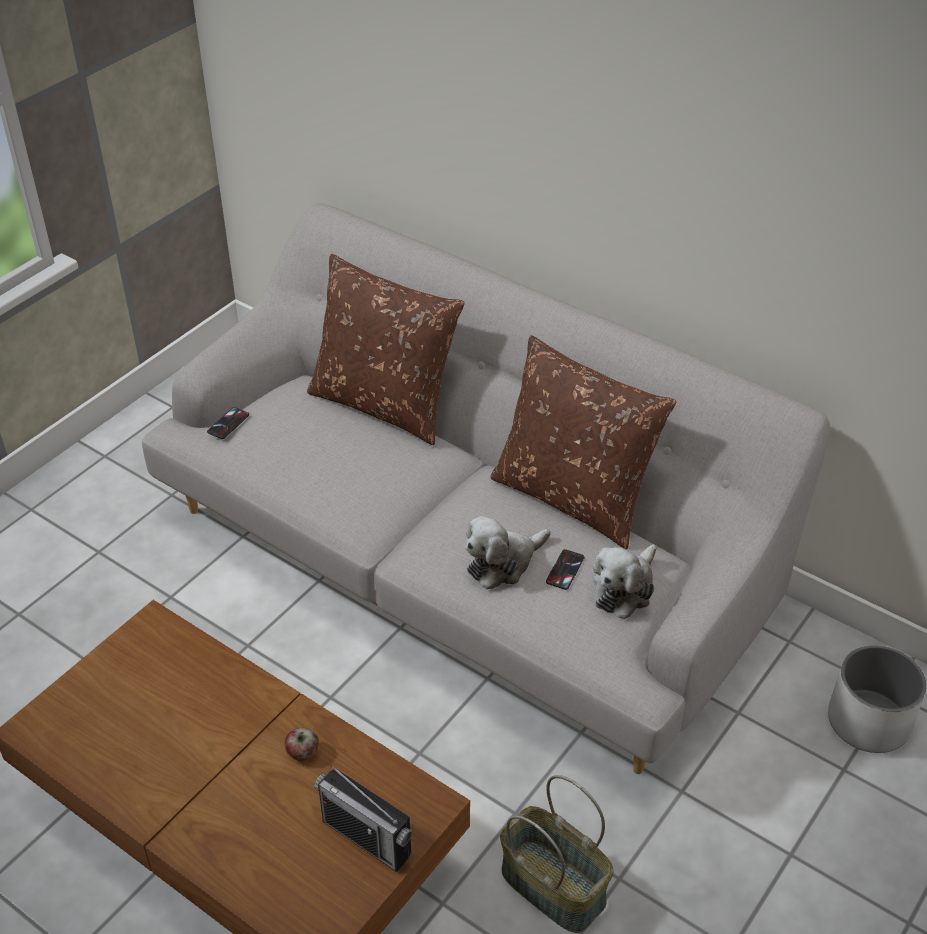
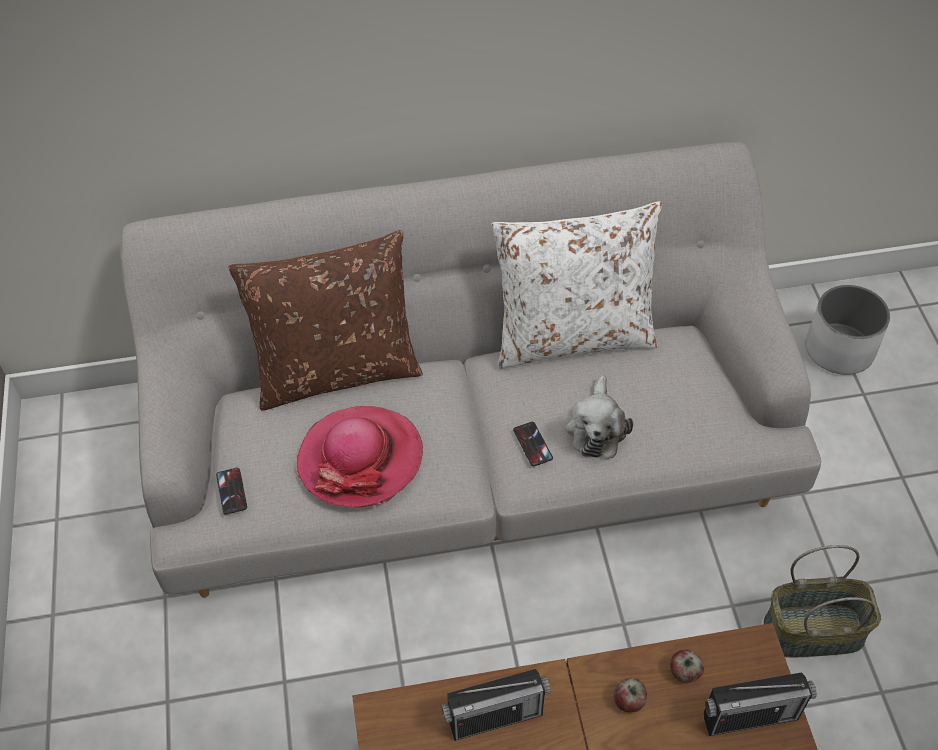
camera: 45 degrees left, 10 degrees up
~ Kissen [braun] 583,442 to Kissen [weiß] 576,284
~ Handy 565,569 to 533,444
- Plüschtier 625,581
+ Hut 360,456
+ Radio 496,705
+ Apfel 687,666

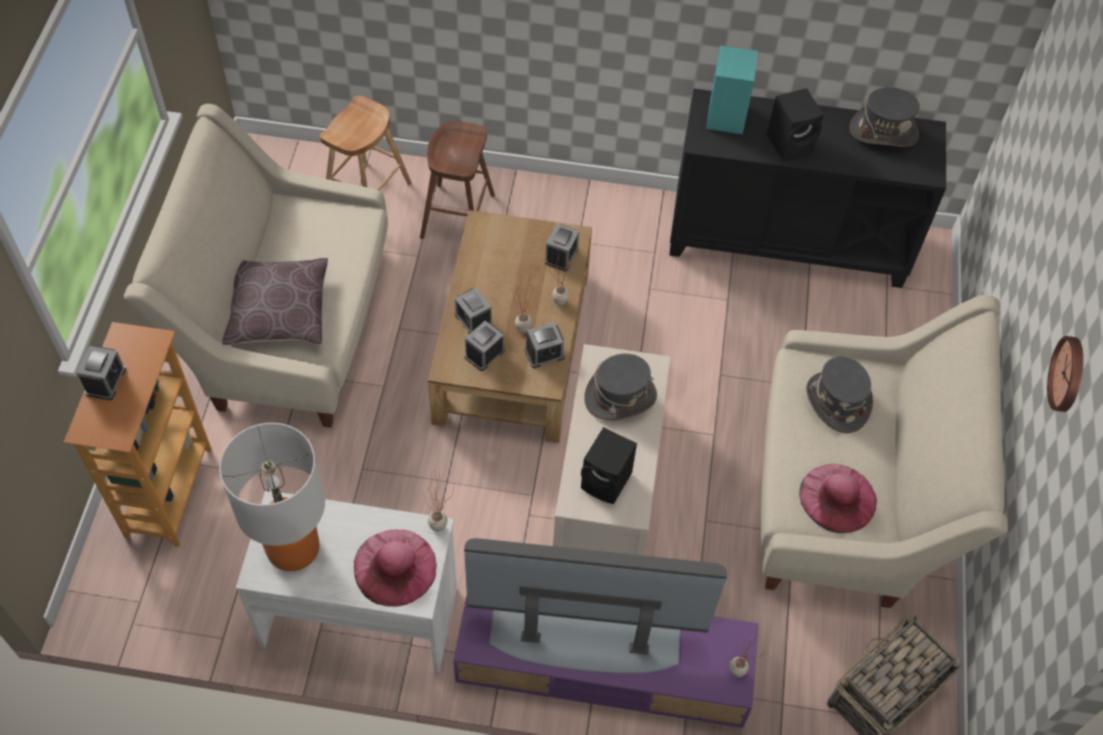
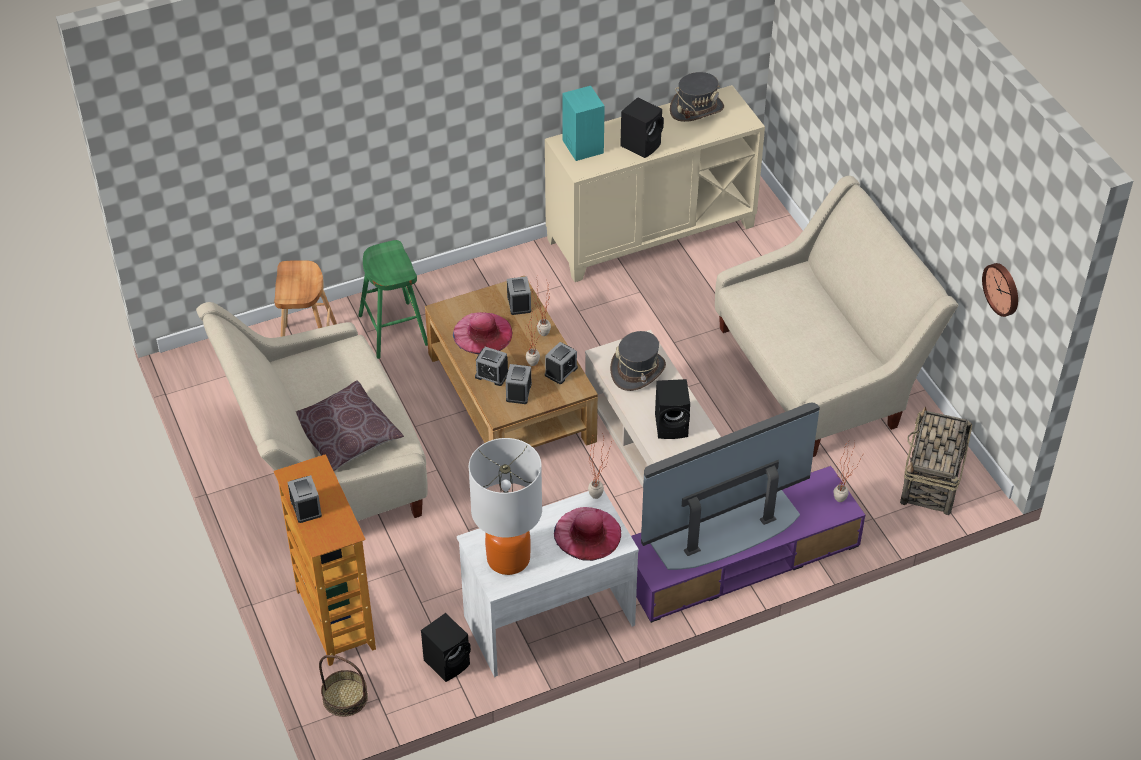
camera: 30 degrees left, 10 degrees down
~ Hocker [braun] 457,180 to Hocker [grün] 393,299
~ Schrank [schwarz] 808,188 to Schrank [beige] 655,183
~ Hut [rosa] 838,498 to 482,333
- Hut [grau] 839,395
~ Wanduhr 1065,374 to 1000,290
+ Korb 343,686
+ Lautsprecher [schwarz] 446,647

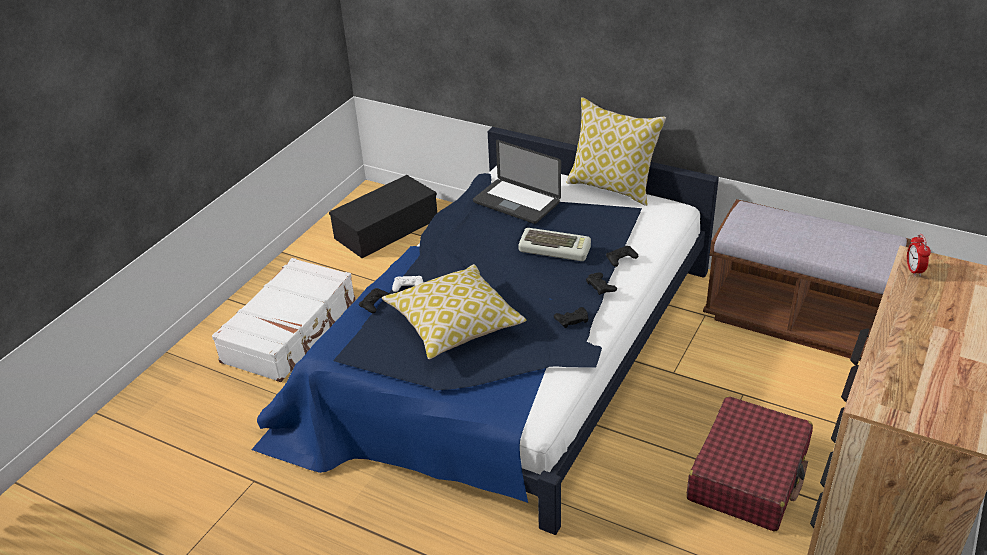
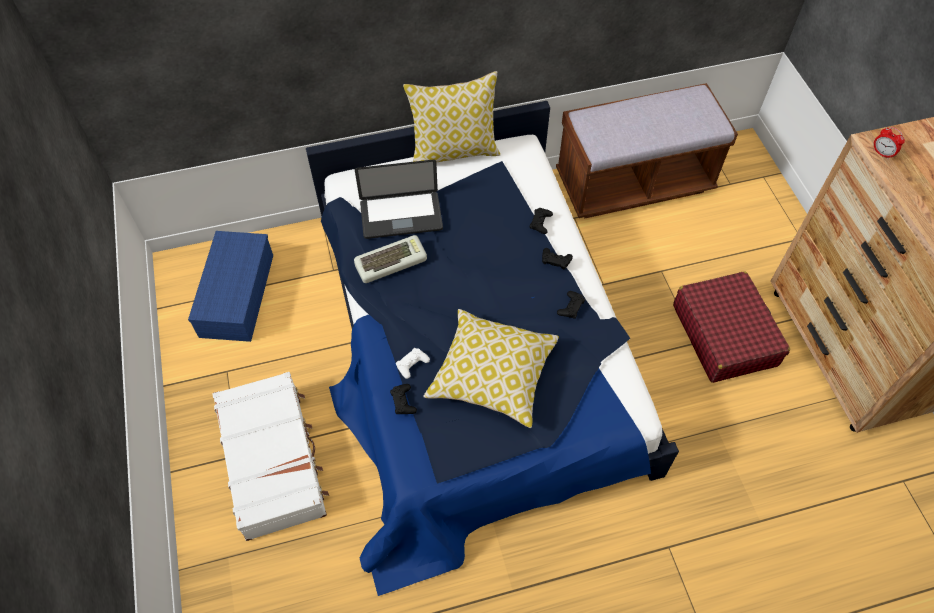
camera: 45 degrees left, 20 degrees up
~ Aufbewahrungsbox [schwarz] 383,216 to Aufbewahrungsbox [blau] 230,286
~ Tastatur 554,244 to 390,259

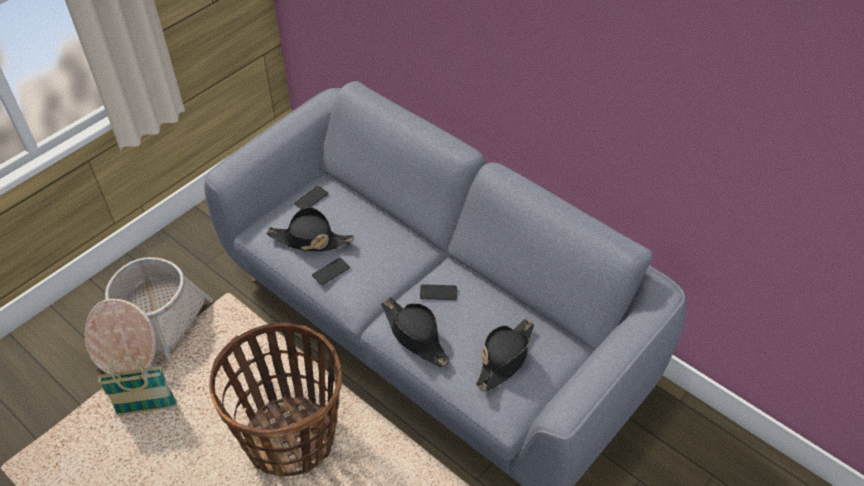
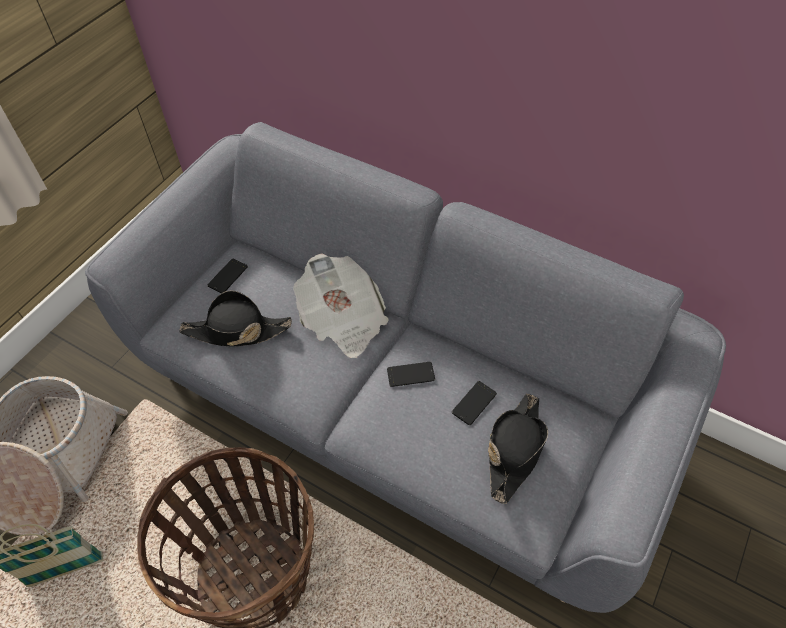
camera: 10 degrees left, 5 degrees up
~ Handy 331,271 to 474,403
- Hut [schwarz] 415,332
+ Zeitung 341,306

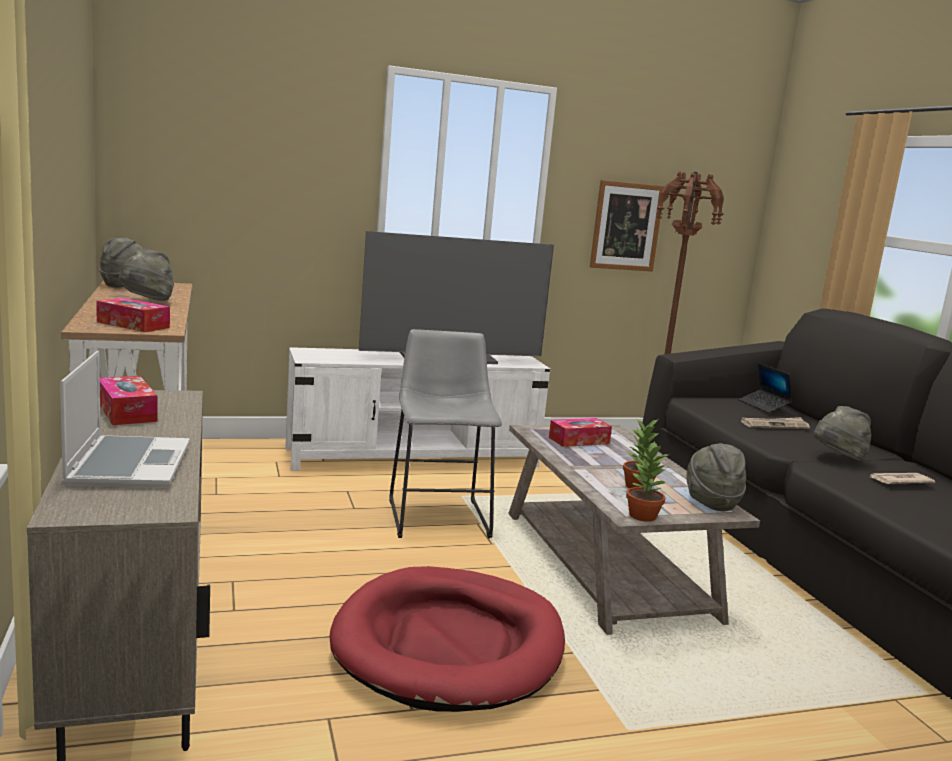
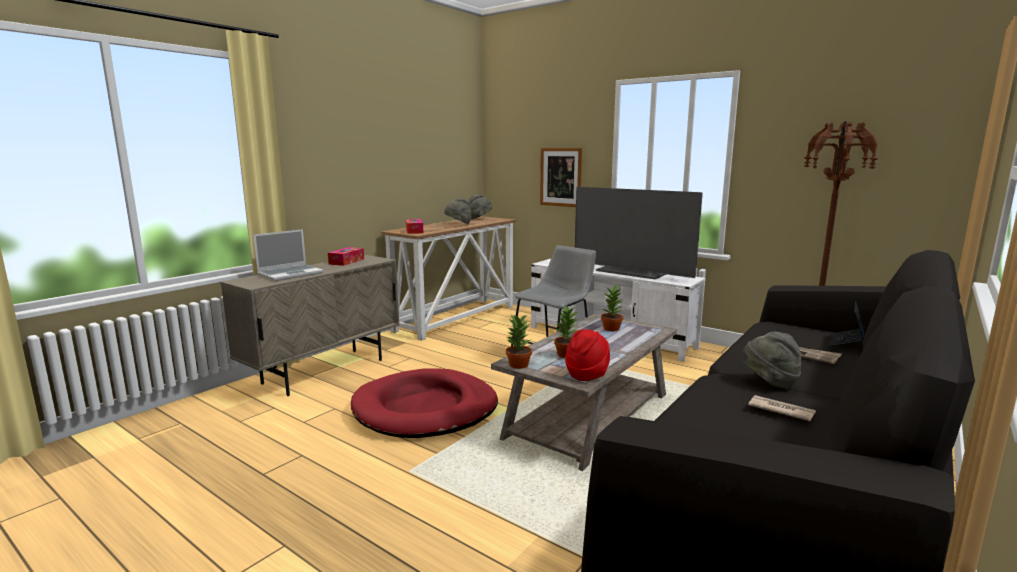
camera: 55 degrees right, 0 degrees up
~ Taschentuchbox 580,432 to Topfpflanze 612,307
~ Bild 627,225 to 561,177
~ Hut [grau] 716,477 to Hut [rot] 587,355

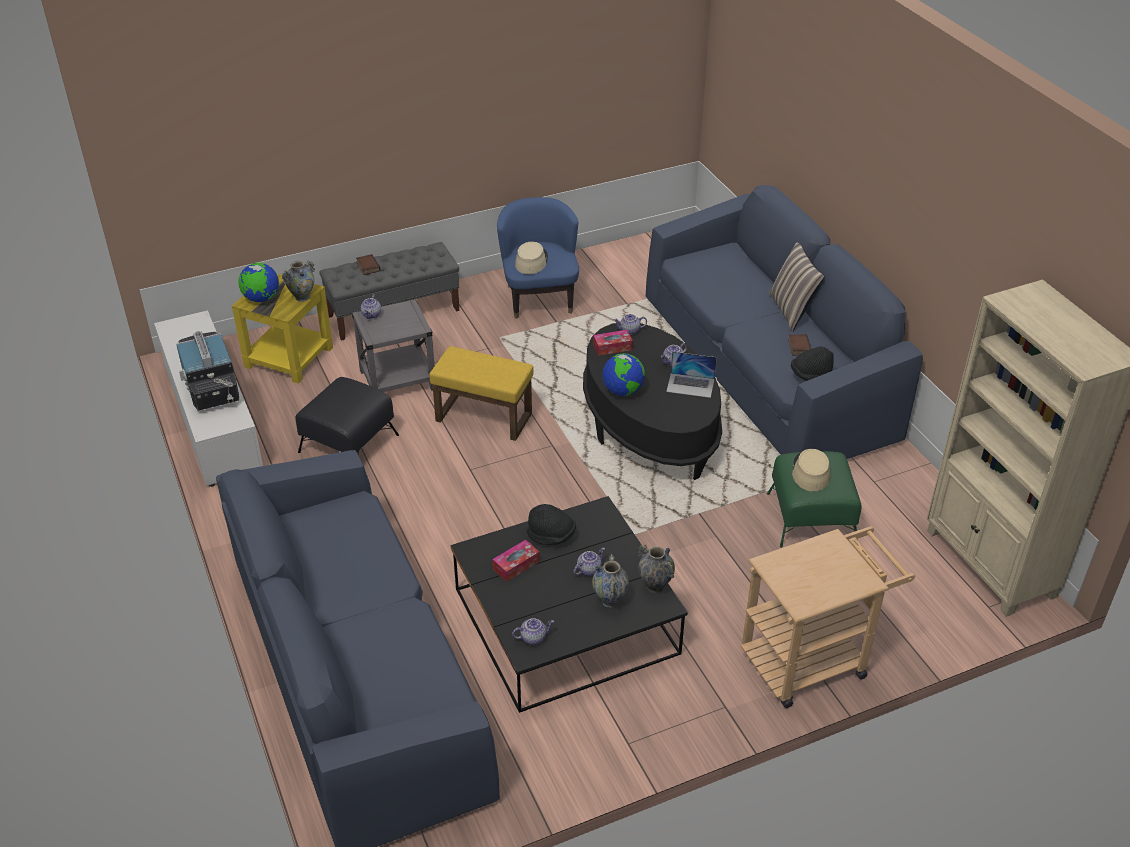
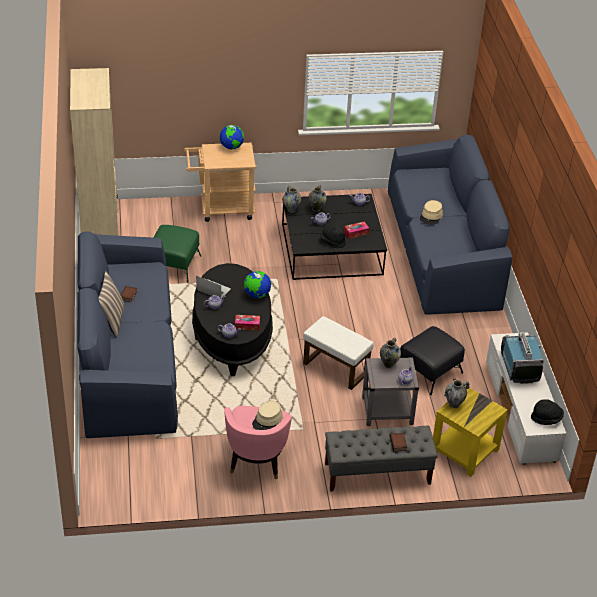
camera: 165 degrees left, 0 degrees up
~ Globus 258,282 to 232,137
~ Polsterhocker [gelb] 481,393 to Polsterhocker [weiß] 338,353
~ Sessel [blau] 538,258 to Sessel [rosa] 258,442
~ Hut [schwarz] 812,363 to 547,412
~ Hut [beige] 811,470 to 431,212
+ Vase 390,353

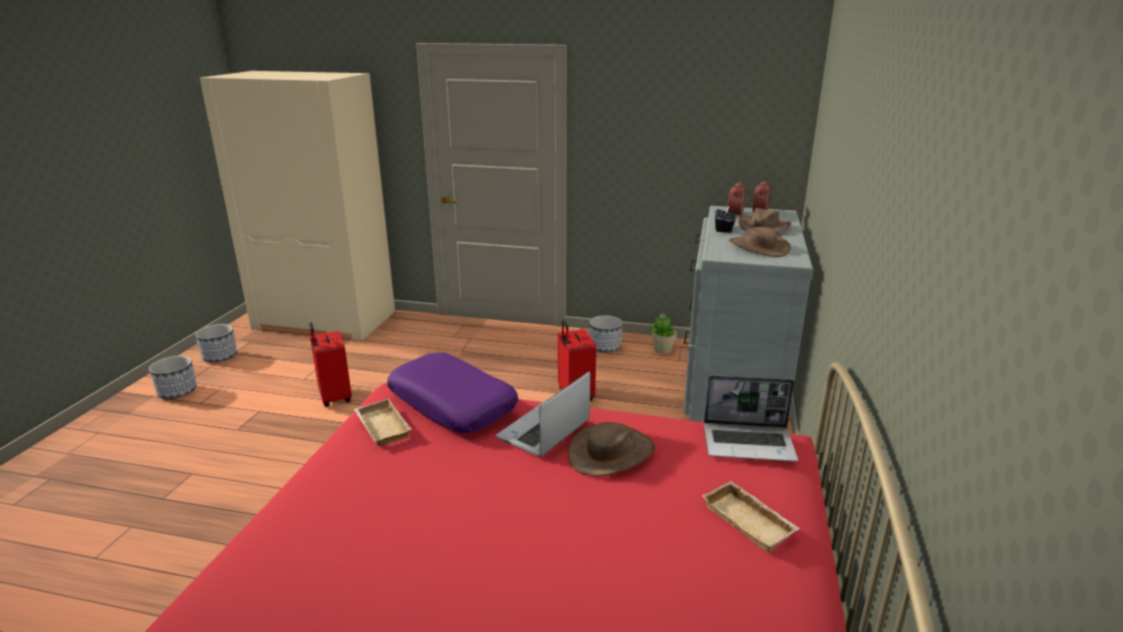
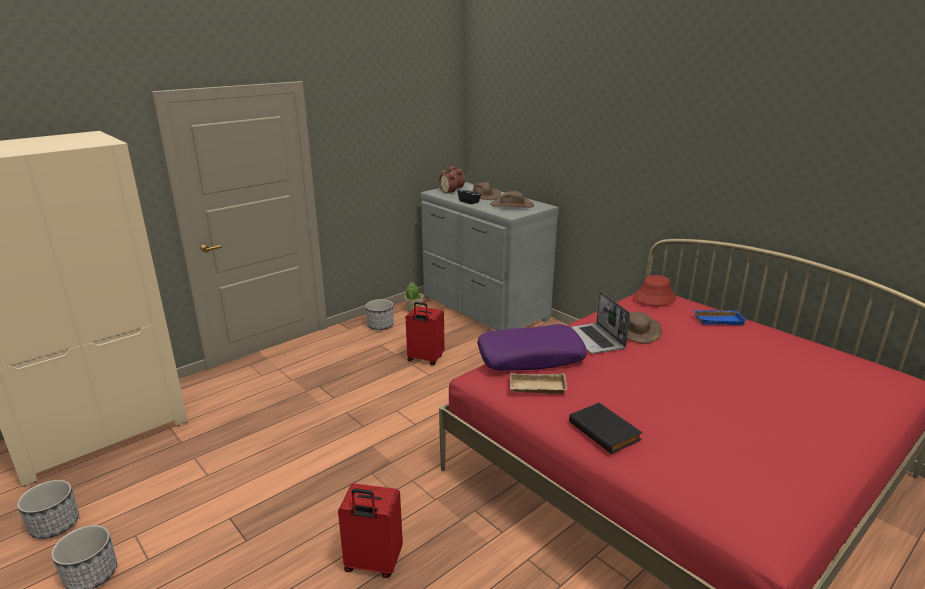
camera: 55 degrees left, 0 degrees up
~ Koffer [rot] 330,364 to 370,530
~ Tablett [beige] 751,517 to Tablett [blau] 719,317
~ Laptop 751,418 to Hut [rot] 655,290
+ Buch [schwarz] 605,428

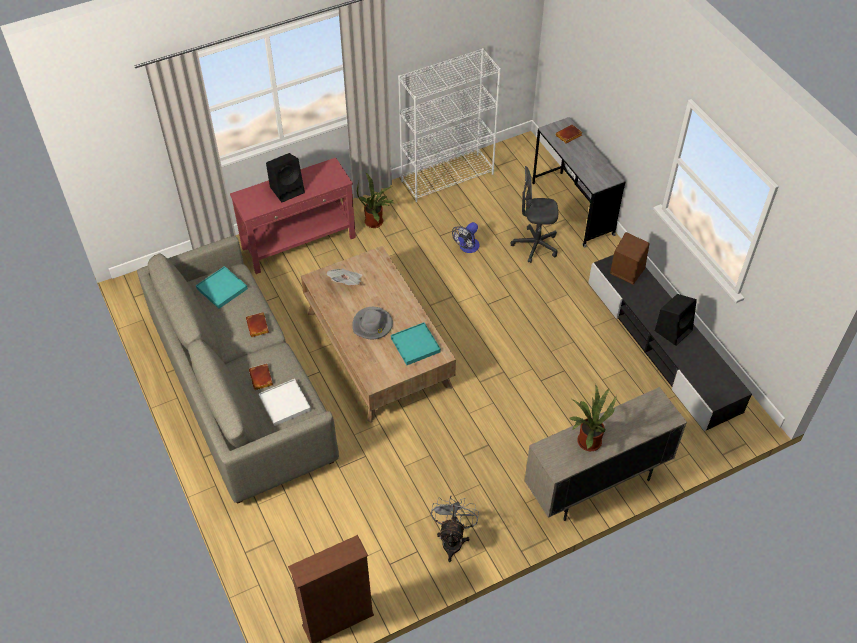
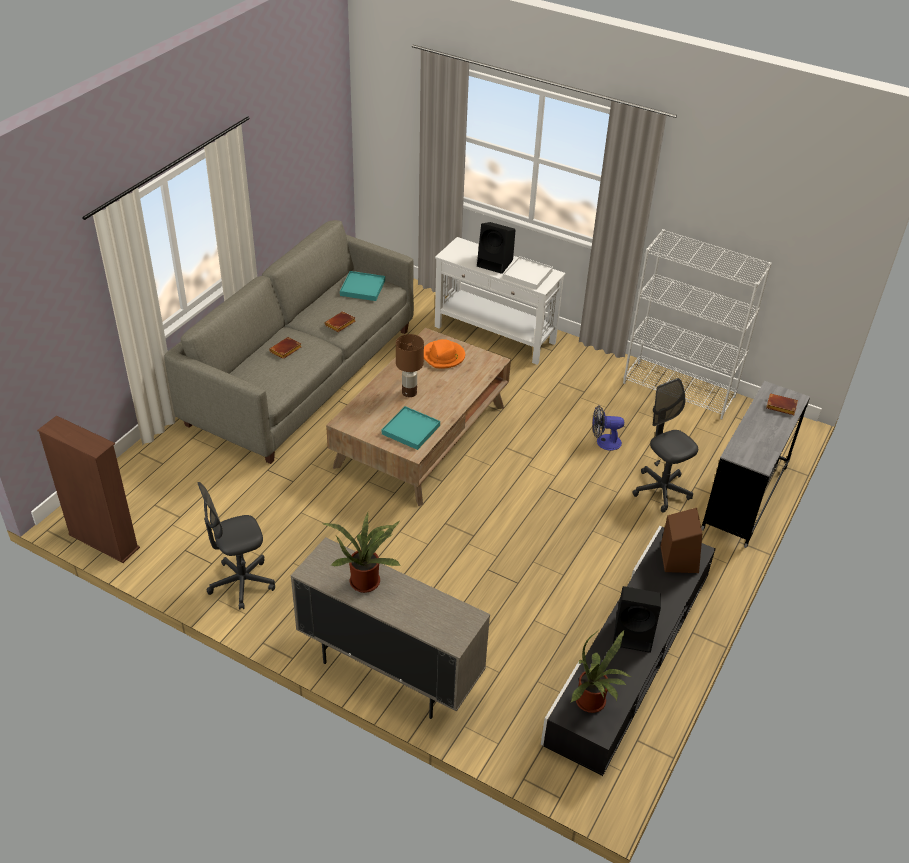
camera: 55 degrees right, 10 degrees down
~ Konsolentisch [rot] 293,216 to Konsolentisch [weiß] 500,301
~ Tablett [weiß] 285,402 to 528,273
~ Zeitung 344,276 to Hut [orange] 444,353
~ Hut [grau] 373,323 to Tischlampe [braun] 410,365
~ Topfpflanze 375,200 to 601,671
~ Ventilator [grau] 455,529 to Bürostuhl [grau] 236,546

